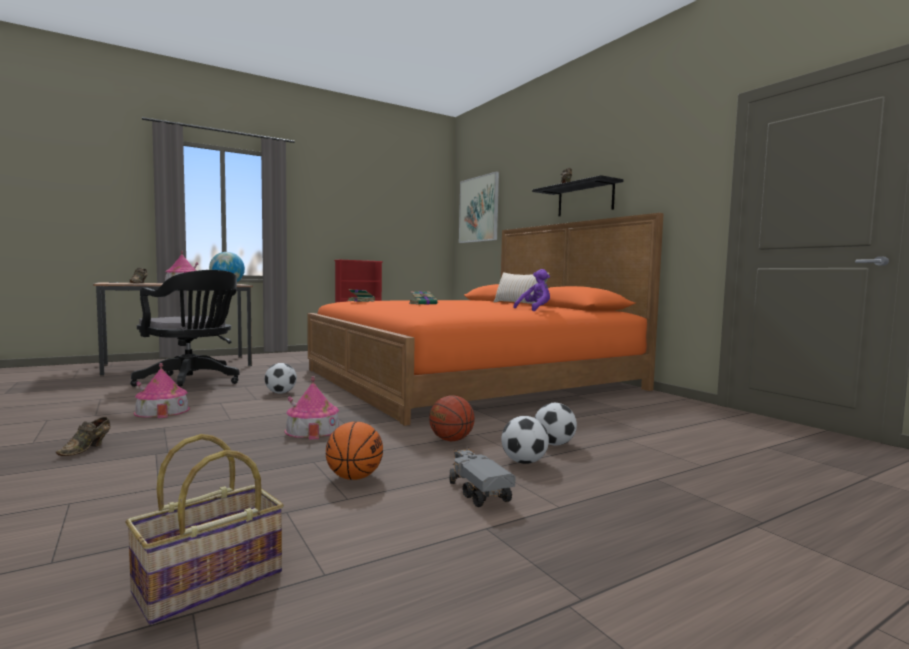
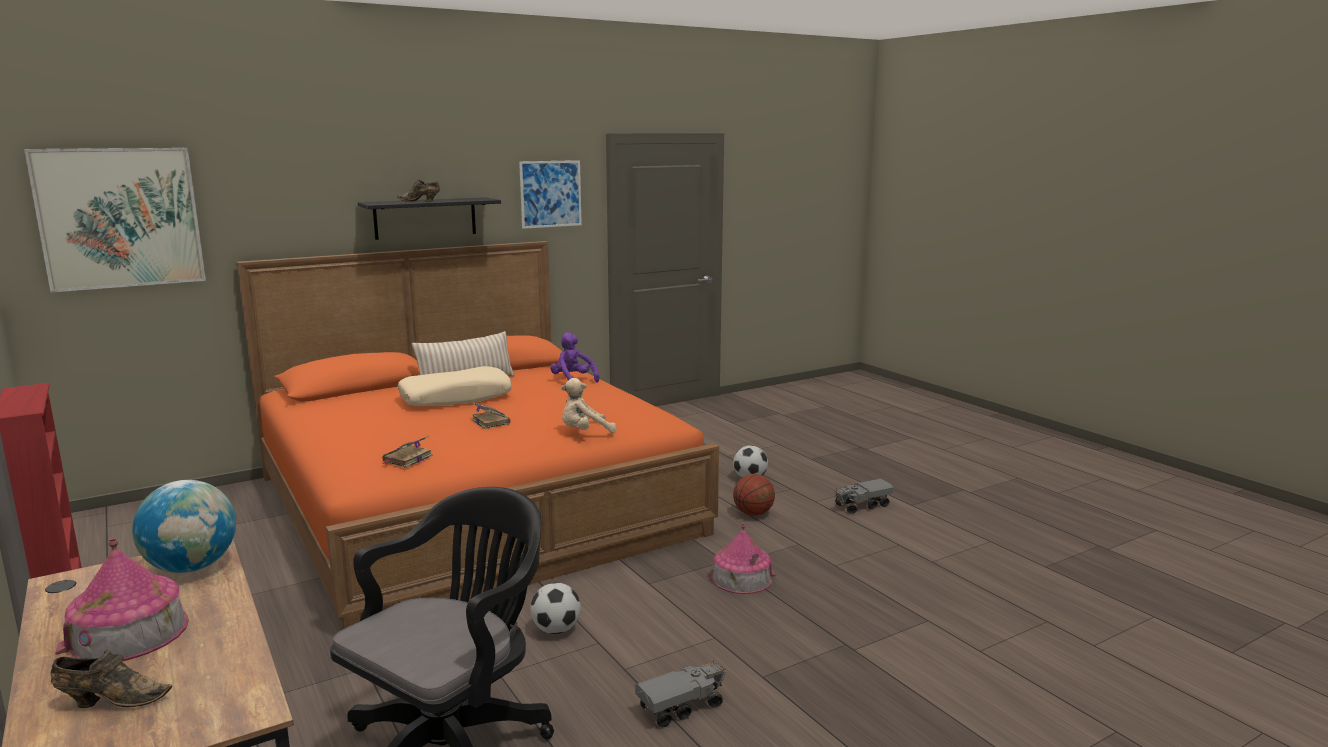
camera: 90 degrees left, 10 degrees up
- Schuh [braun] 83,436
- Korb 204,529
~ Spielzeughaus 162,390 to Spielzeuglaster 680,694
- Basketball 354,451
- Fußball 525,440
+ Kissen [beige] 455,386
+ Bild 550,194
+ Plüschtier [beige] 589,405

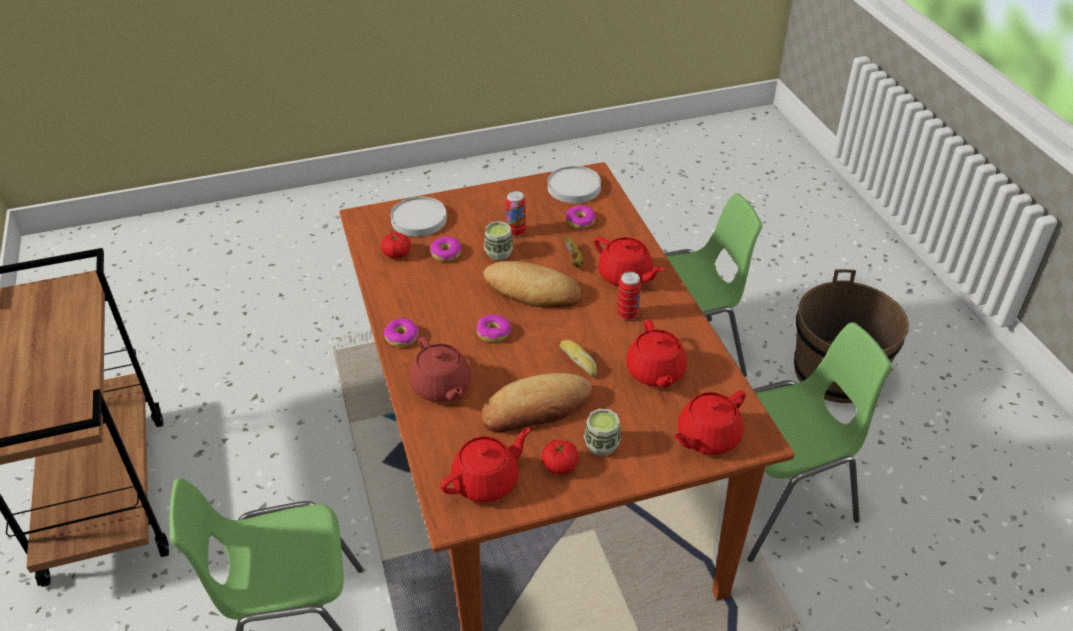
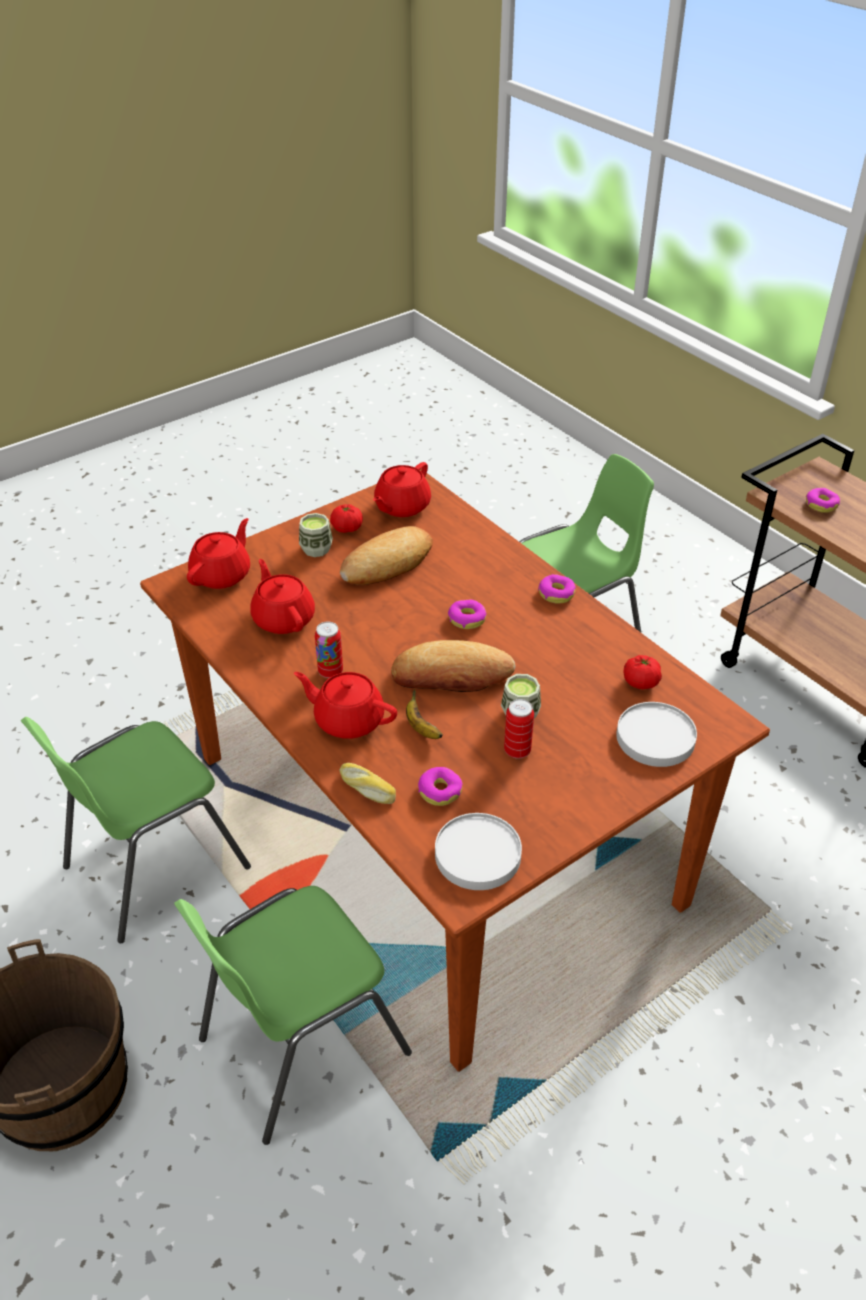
camera: 160 degrees right, 0 degrees up
- Teekanne [rot] 440,369
~ Donut 446,248 to 823,500
~ Brot 578,358 to 368,783

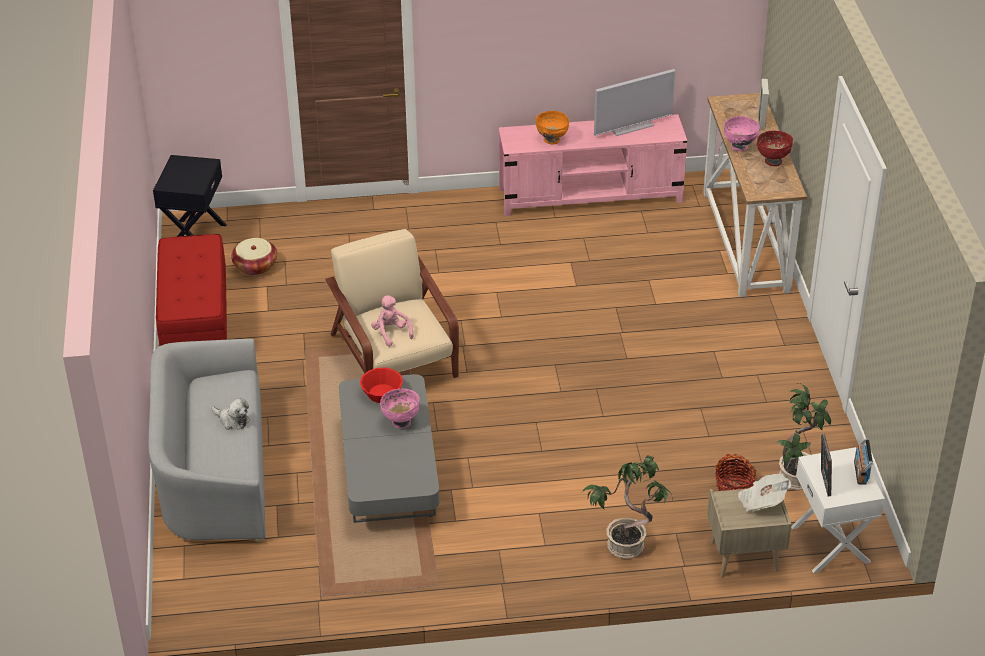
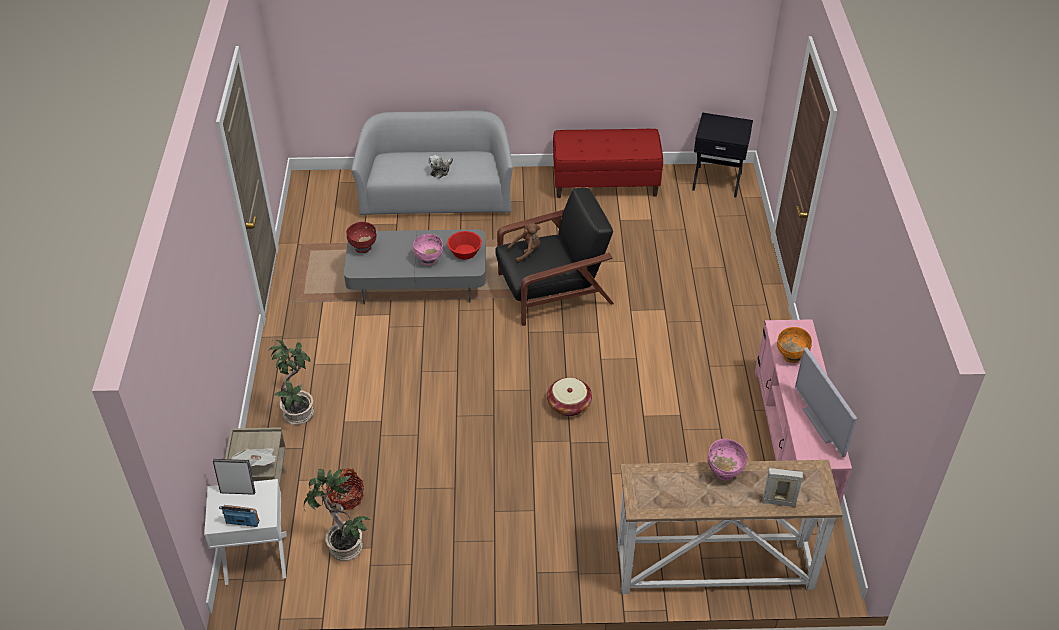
camera: 95 degrees right, 5 degrees up
~ Korb 254,256 to 569,397
~ Sessel [beige] 392,303 to Sessel [schwarz] 554,257
~ Plüschtier [rosa] 392,321 to Plüschtier [braun] 524,243
~ Schüssel [rot] 775,148 to 361,237

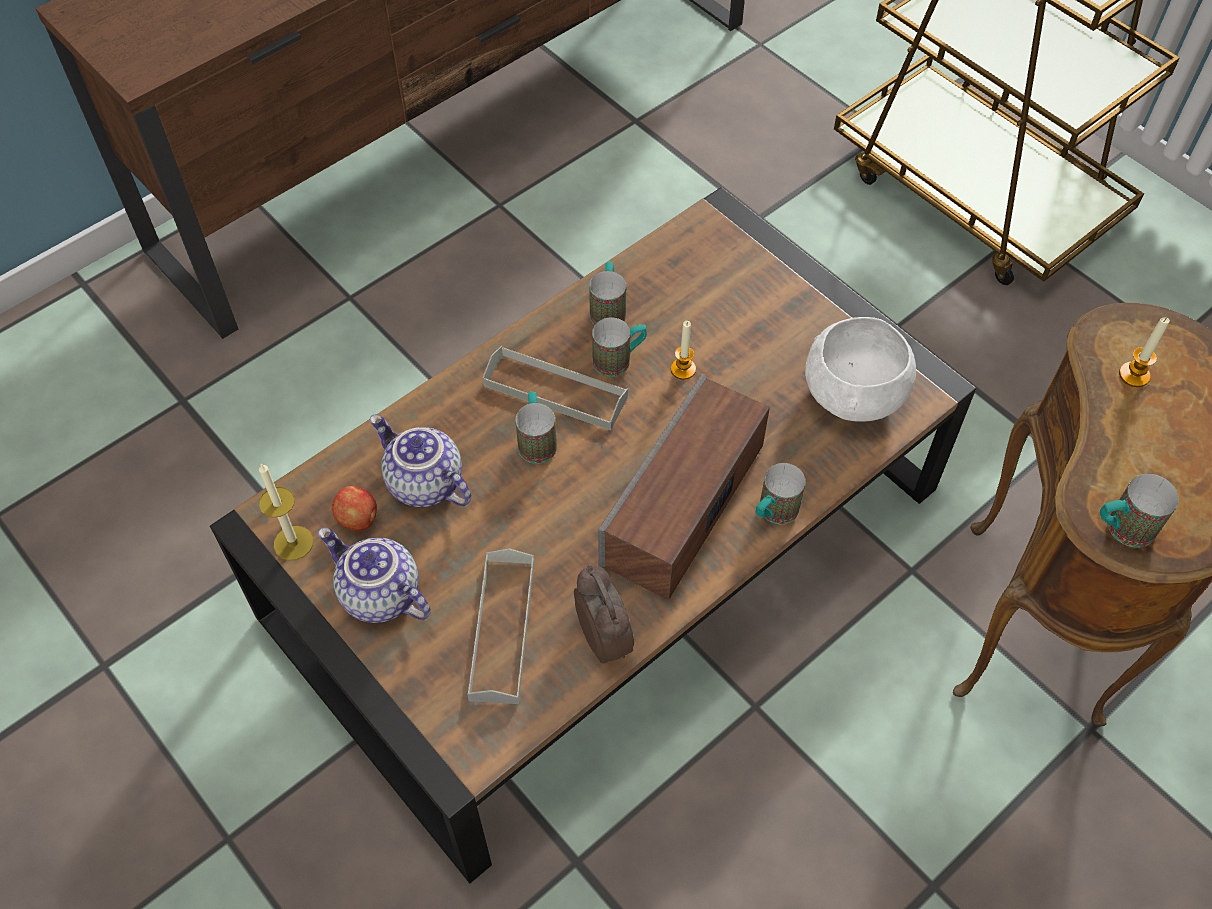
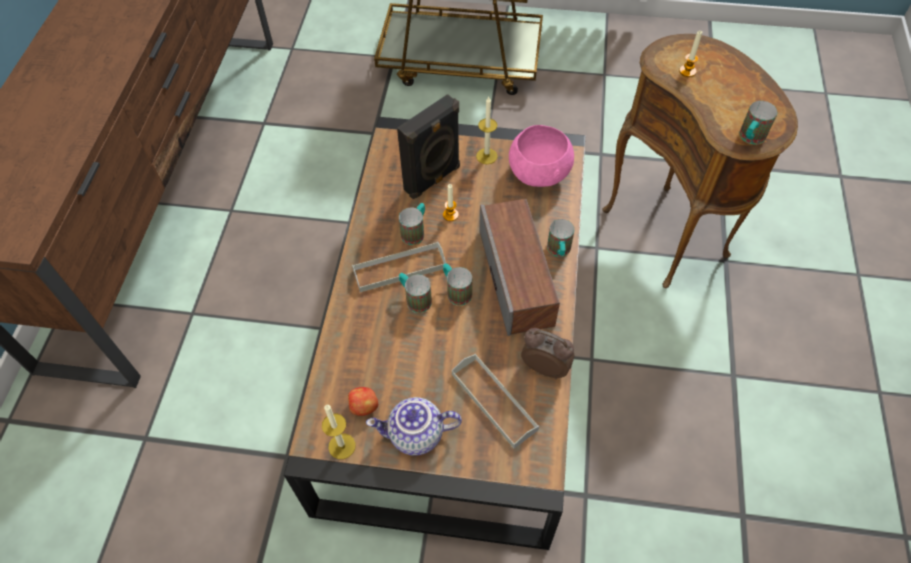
camera: 40 degrees left, 0 degrees up
- Teekanne 420,461
~ Henkelbecher 607,293 to 457,284
~ Schüssel [weiß] 860,369 to Schüssel [rosa] 541,156
+ Lautsprecher [schwarz] 428,146
+ Kerze 487,130

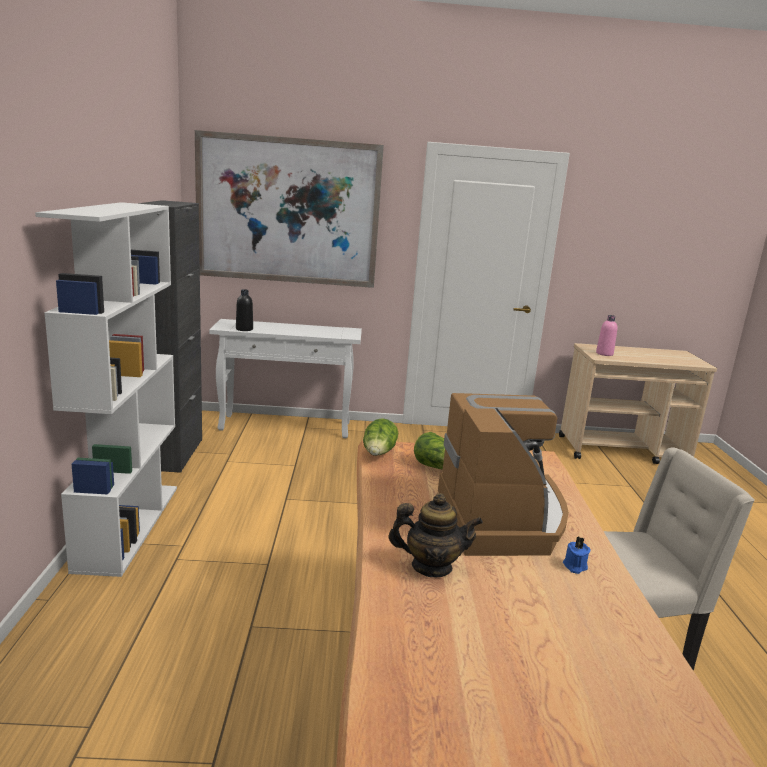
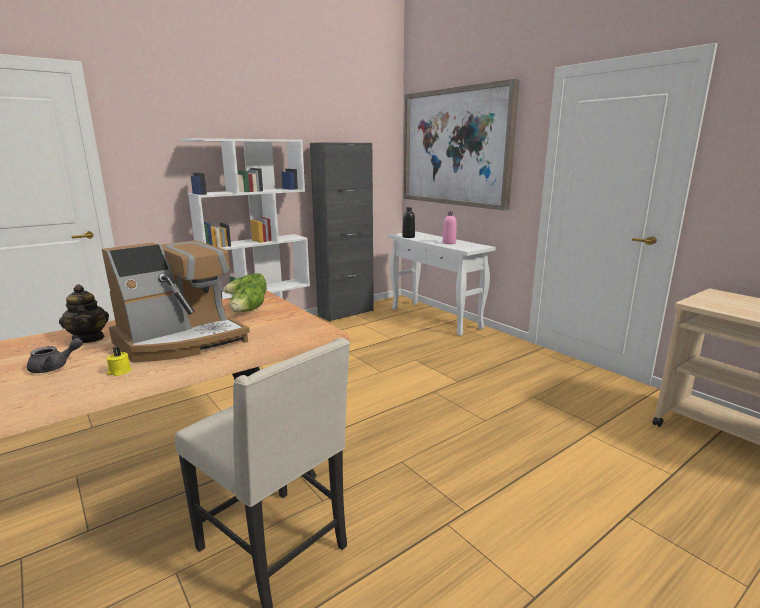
camera: 55 degrees right, 0 degrees up
~ Kerze [blau] 577,555 to Kerze [gelb] 119,361
~ Flasche [rosa] 606,335 to 449,227
+ Teekanne [grau] 55,355

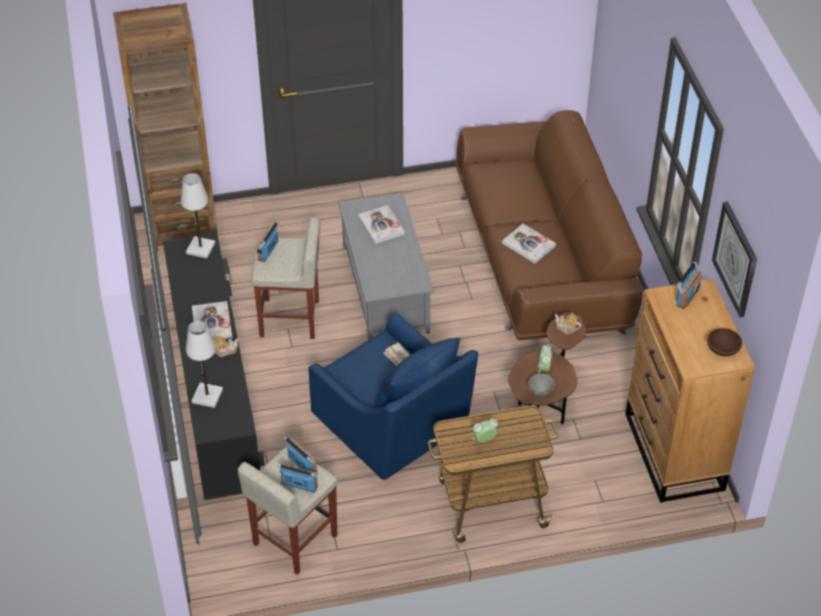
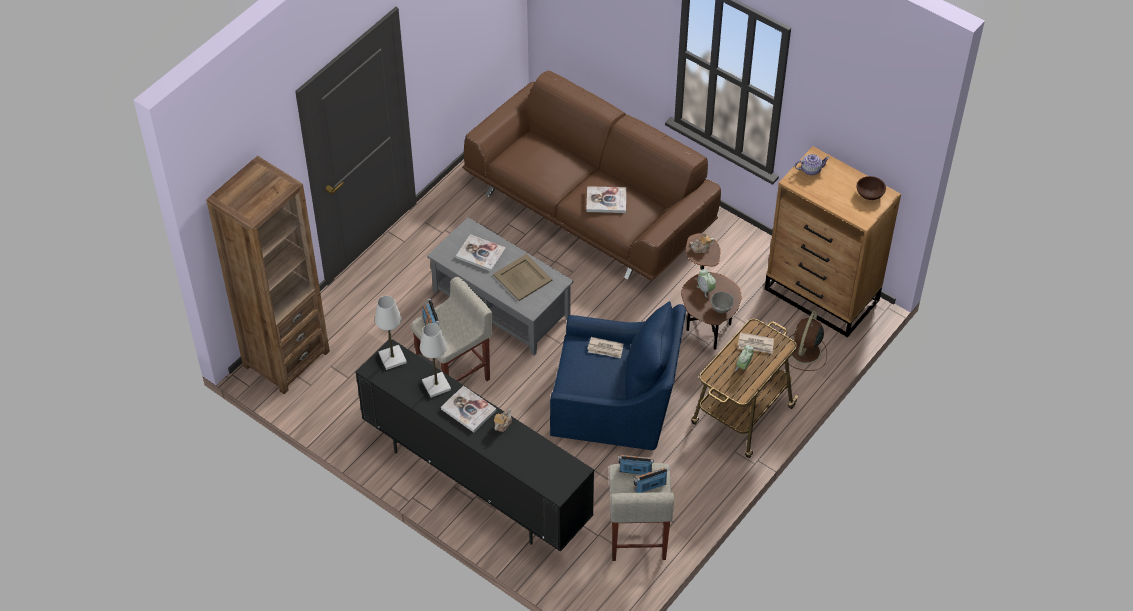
camera: 40 degrees left, 5 degrees up
~ Tischlampe [weiß] 204,364 to 435,360
~ Radio 689,285 to Teekanne 812,164
- Wanduhr 734,259
+ Tablett [beige] 523,277
+ Zeitung 756,343
+ Ventilator [braun] 804,340

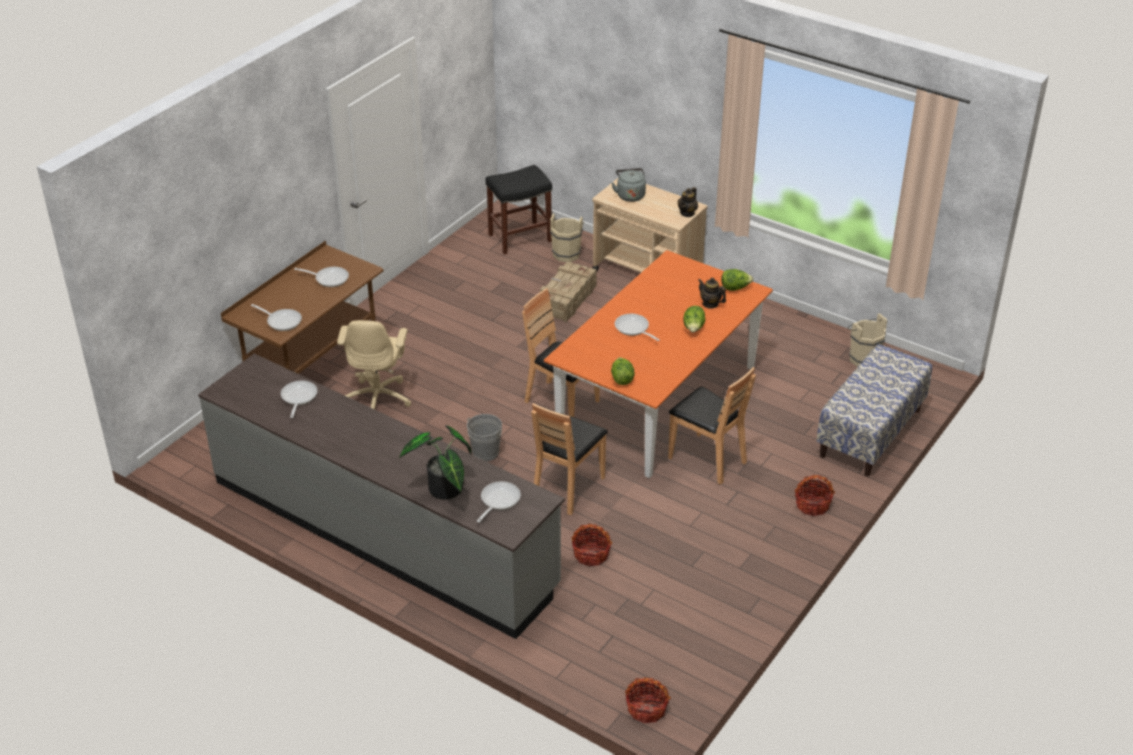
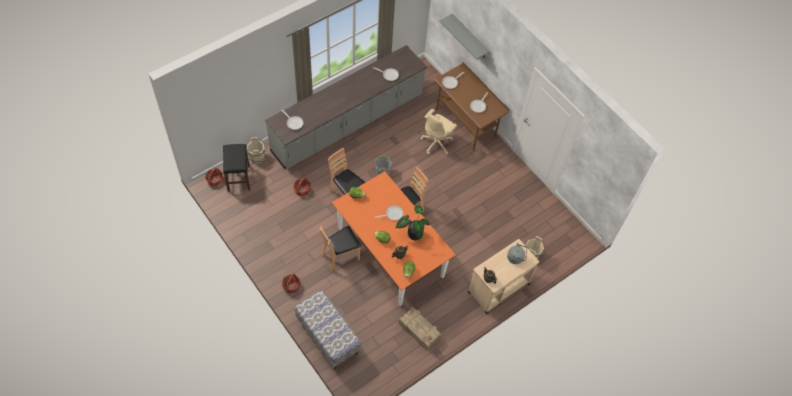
camera: 105 degrees right, 20 degrees up
~ Bürostuhl [beige] 374,364 = 439,132 75 degrees counterclockwise
~ Topfpflanze 435,462 to 413,222
~ Hocker [schwarz] 518,209 to 236,168
~ Kiste 568,292 to 419,329
~ Eimer [beige] 867,340 to 257,150
+ Wandregal [grau] 464,36

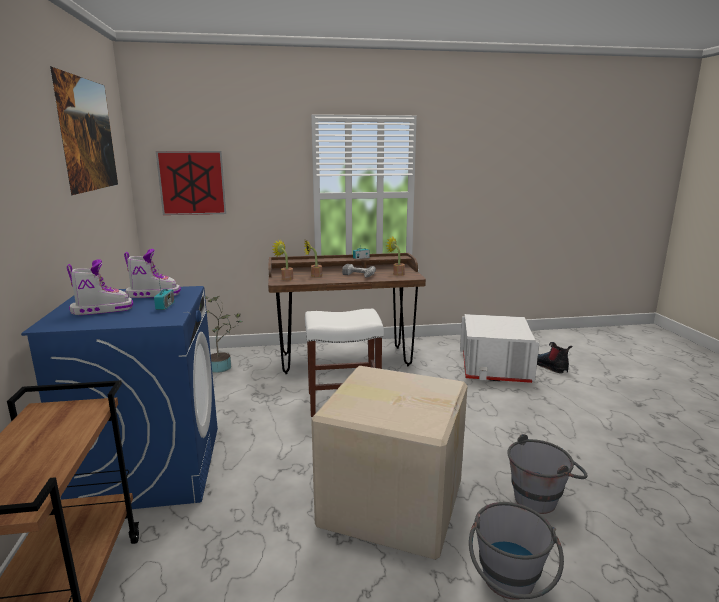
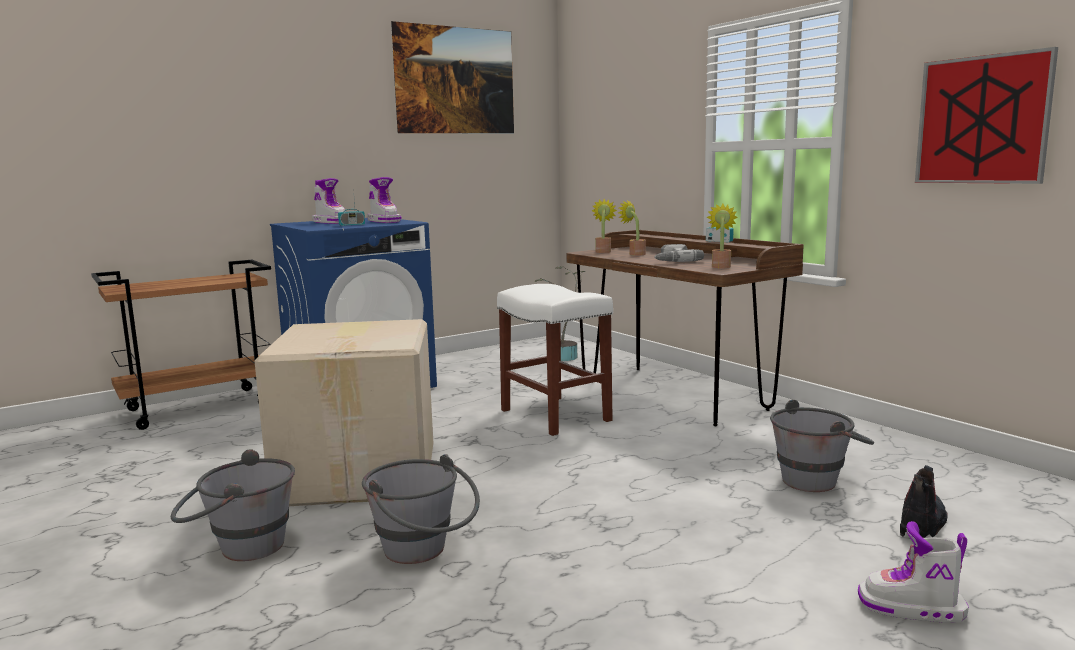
camera: 65 degrees right, 5 degrees down
~ Bild 191,183 to 986,115
~ Aufbewahrungsbox [weiß] 499,348 to Eimer [grau] 822,446
+ Stiefel 913,572

